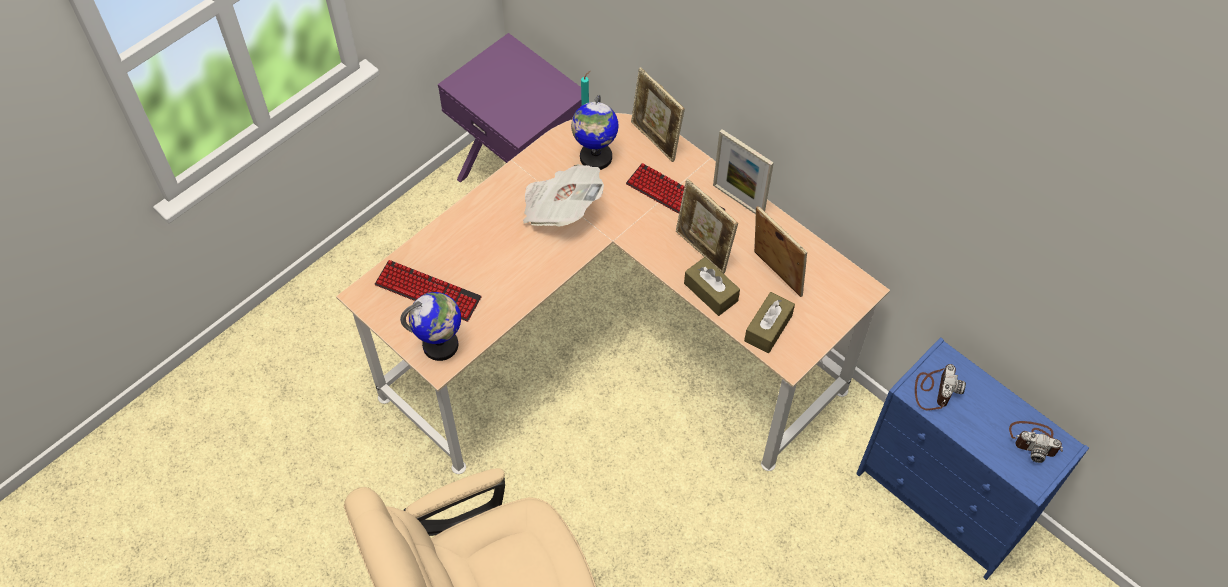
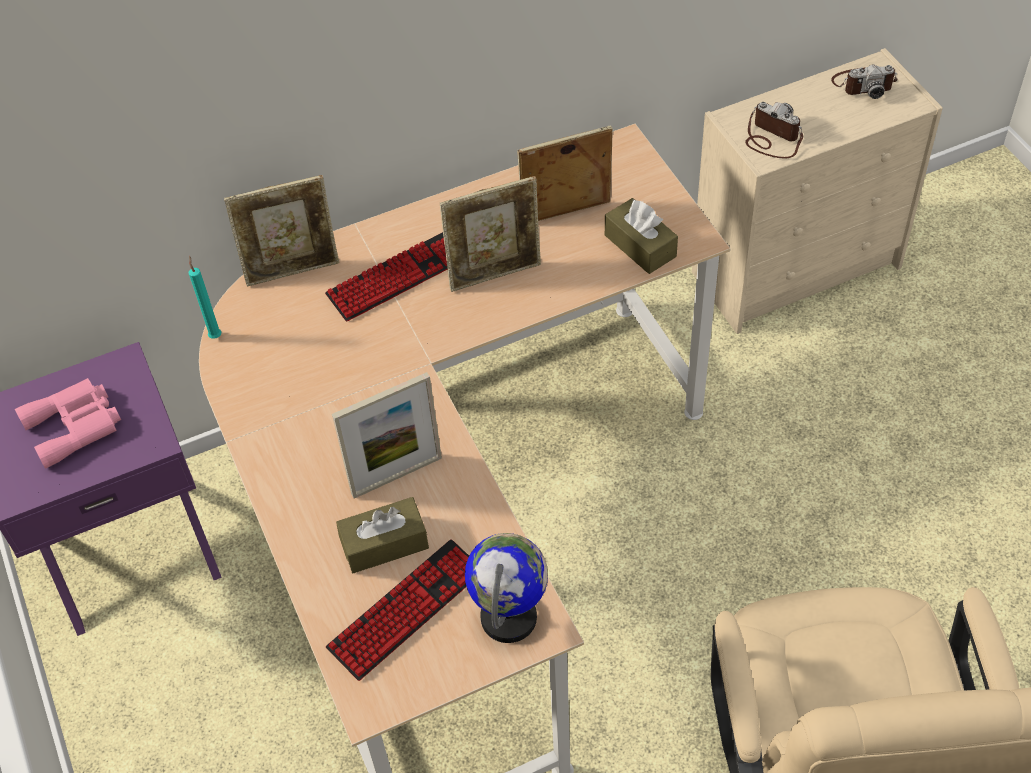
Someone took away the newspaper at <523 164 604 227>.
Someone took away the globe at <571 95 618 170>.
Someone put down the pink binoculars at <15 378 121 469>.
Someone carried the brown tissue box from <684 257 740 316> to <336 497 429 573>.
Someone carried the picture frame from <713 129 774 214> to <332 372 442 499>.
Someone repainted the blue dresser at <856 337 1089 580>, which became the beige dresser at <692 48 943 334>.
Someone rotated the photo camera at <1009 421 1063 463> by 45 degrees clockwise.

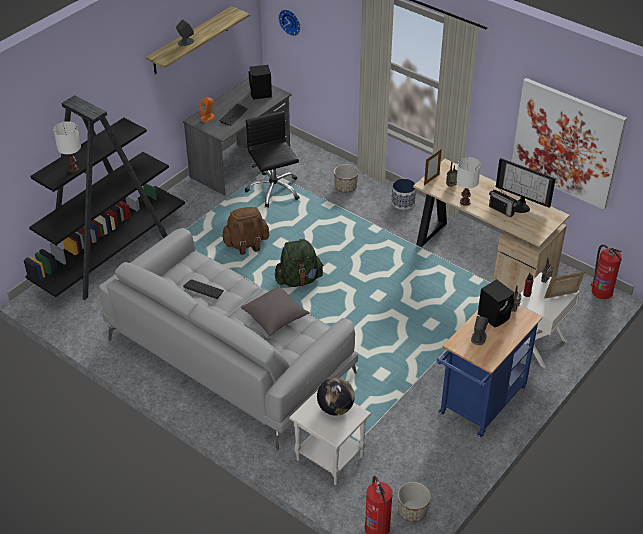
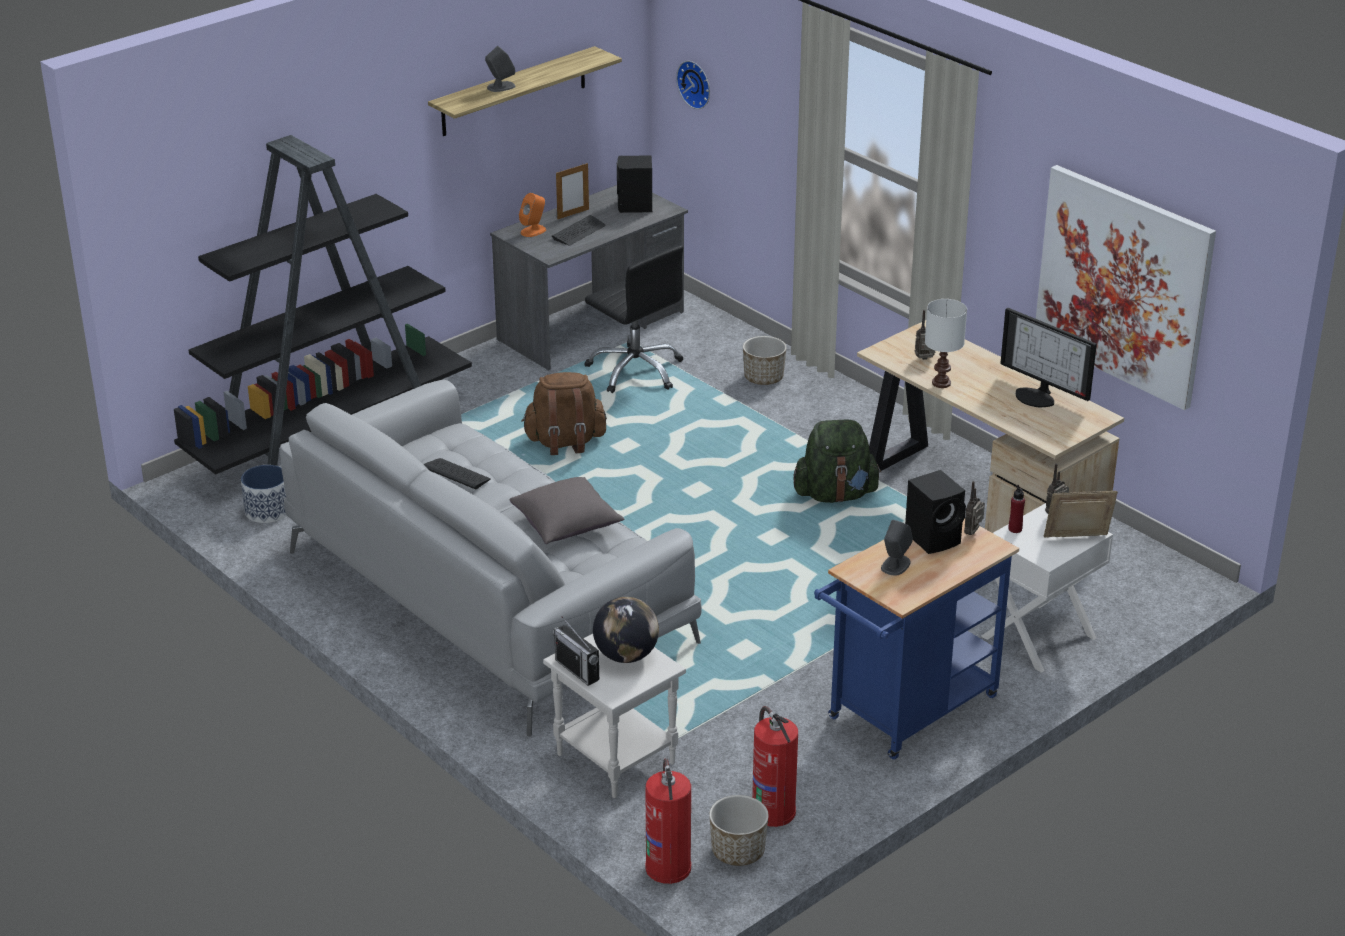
Someone took away the white table lamp at <53 121 81 173>.
Someone carried the green backpack from <275 239 324 287> to <793 420 881 503>.
Someone carried the planter from <391 179 416 210> to <241 465 287 523>.
Someone carried the picture frame from <424 149 442 185> to <556 163 589 219>.
Someone carried the radio from <489 187 517 217> to <553 617 599 686>.
Someone carried the fire extinguisher from <591 244 622 299> to <752 706 798 827>.
Someone rotated the black office chair at <245 111 300 208> by 150 degrees clockwise.

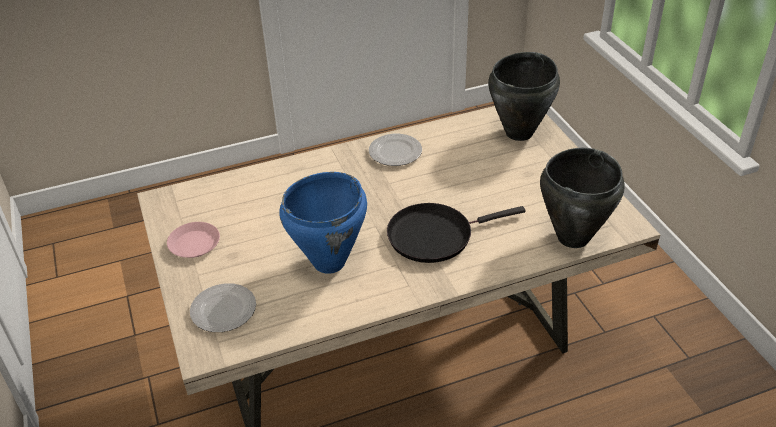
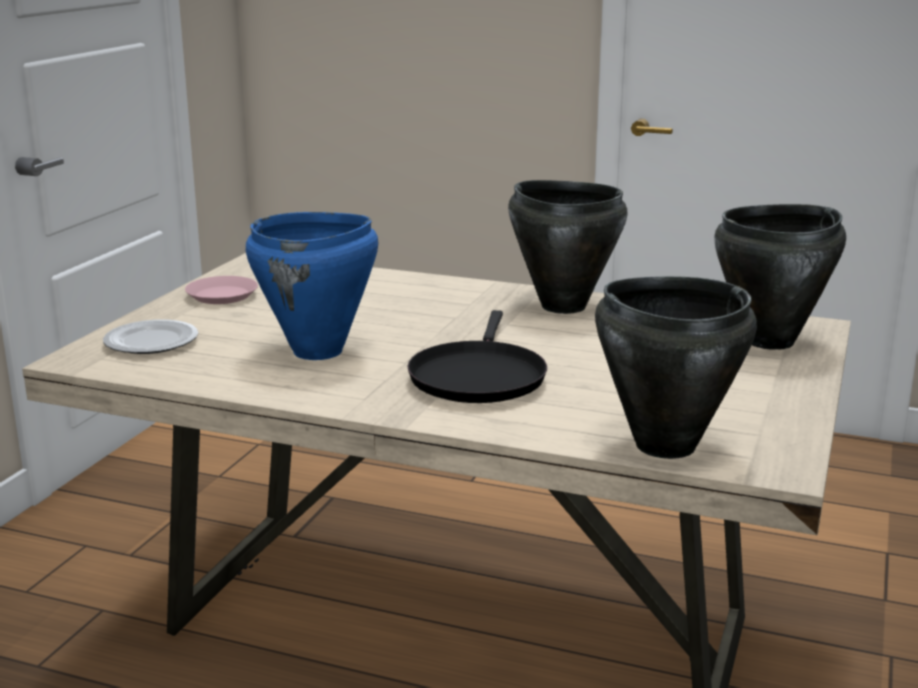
Someone swapped the plate at <369 134 422 166> for the black cooking pot at <508 180 627 314>.
Someone rotated the black frying pan at <387 203 526 263> by 105 degrees counterclockwise.

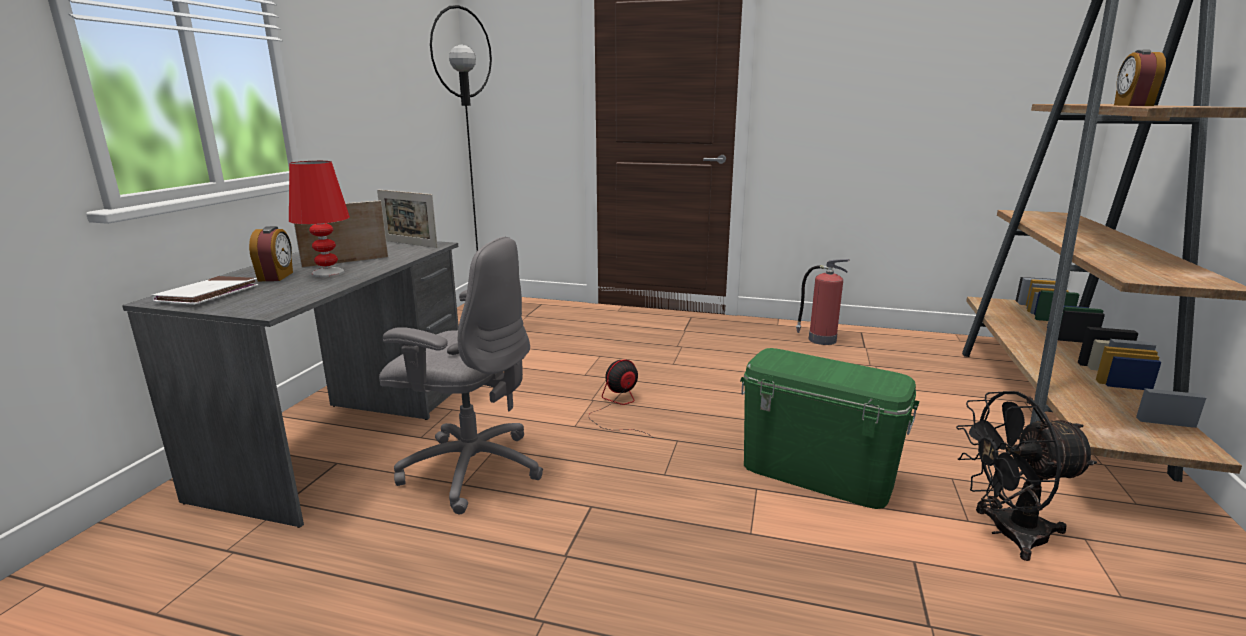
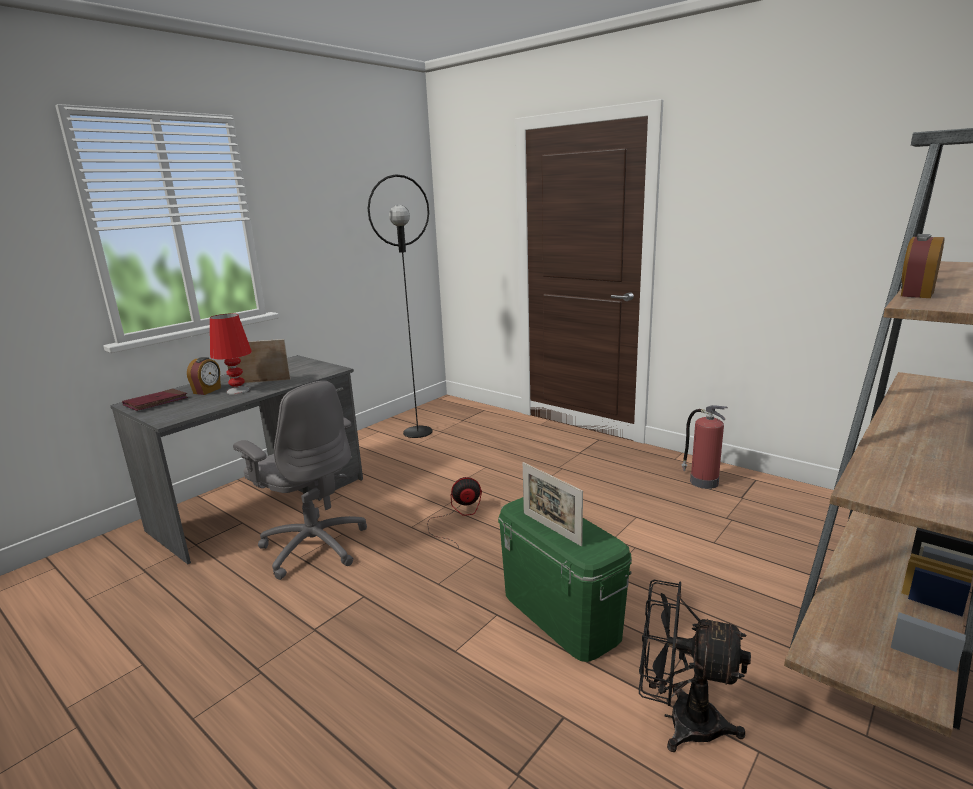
Someone carried the picture frame from <377 189 438 248> to <523 462 583 546>.
Someone repainted the white book at <152 276 258 305>, which became the red book at <122 389 188 411>.

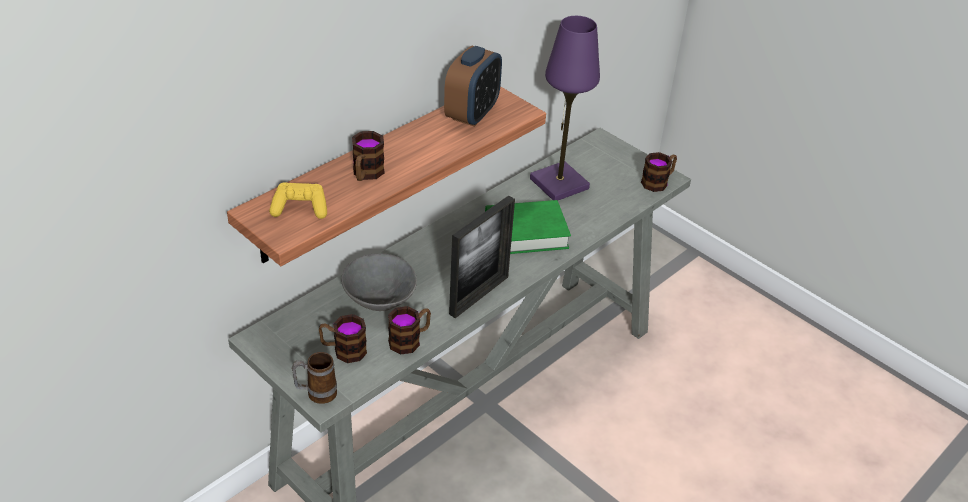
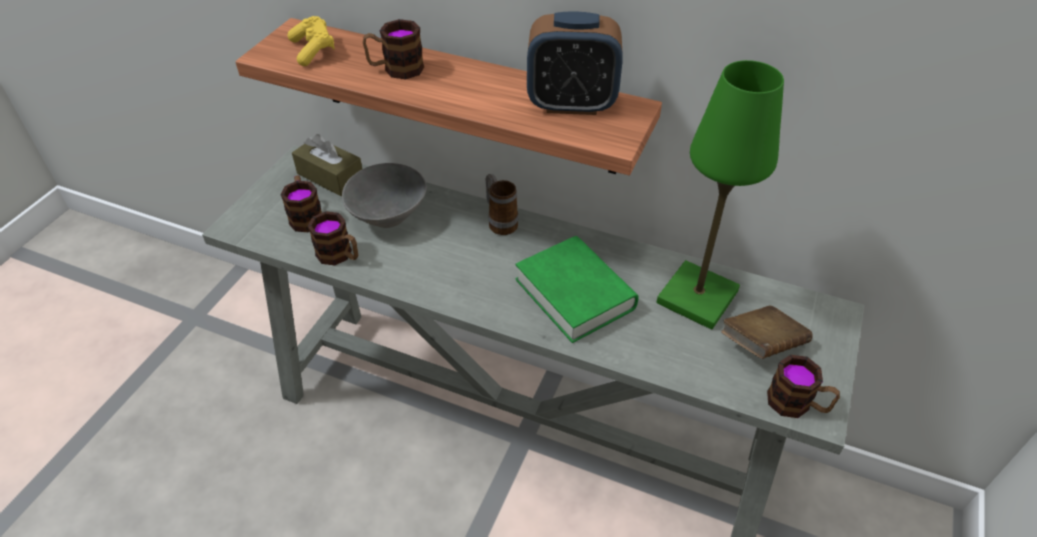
Someone took away the picture frame at <449 195 515 318>.
Someone put down the brown tissue box at <292 134 362 196>.
Someone put down the brown book at <721 306 812 359>.
Someone carried the mug from <292 352 337 404> to <485 174 518 235>.
Someone repainted the purple table lamp at <530 16 600 200>, which became the green table lamp at <656 60 784 330>.

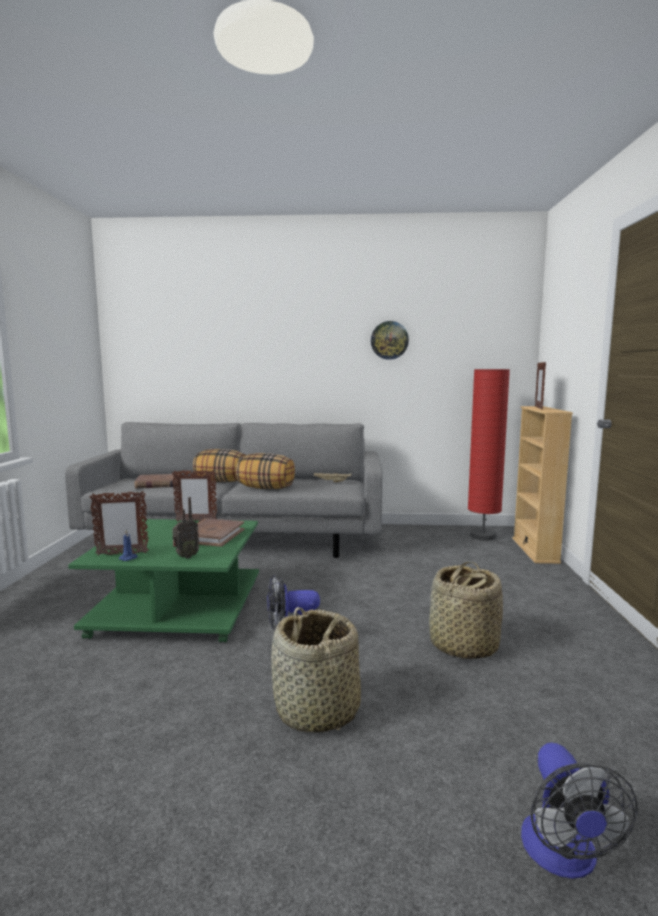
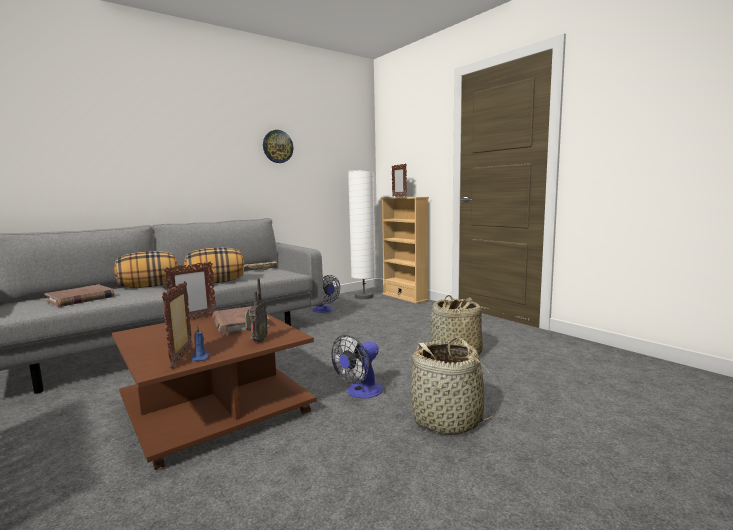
Someone carried the fan from <521 743 638 879> to <312 275 340 313>.
Someone repainted the green coffee table at <68 519 259 642>, which became the brown coffee table at <112 314 317 470>.
Someone repainted the red floor lamp at <468 369 510 541>, which became the white floor lamp at <348 170 376 299>.
Someone rotated the picture frame at <90 491 149 555> by 135 degrees clockwise.

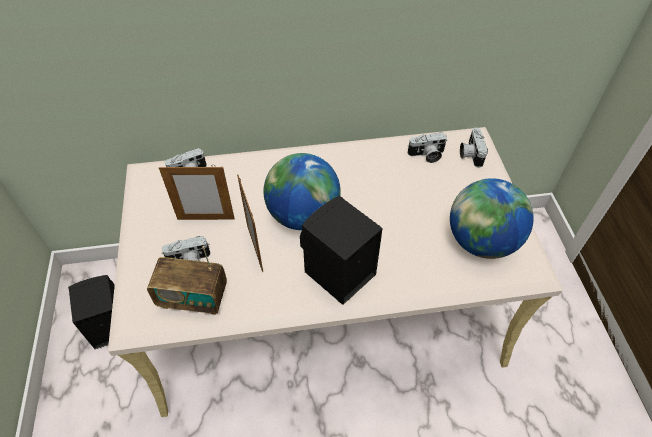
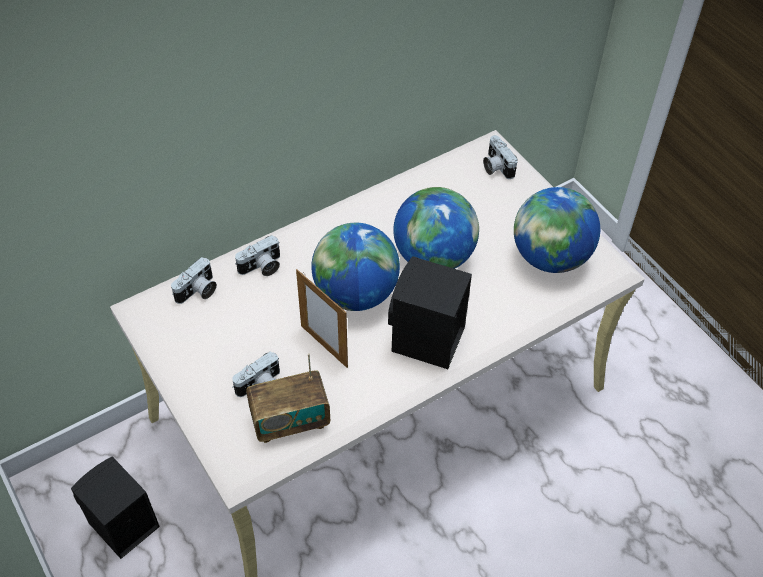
Someone took away the picture frame at <159 165 235 220>.
Someone put down the globe at <393 187 479 269>.
Someone carried the photo camera from <407 132 447 163> to <235 235 280 276>.

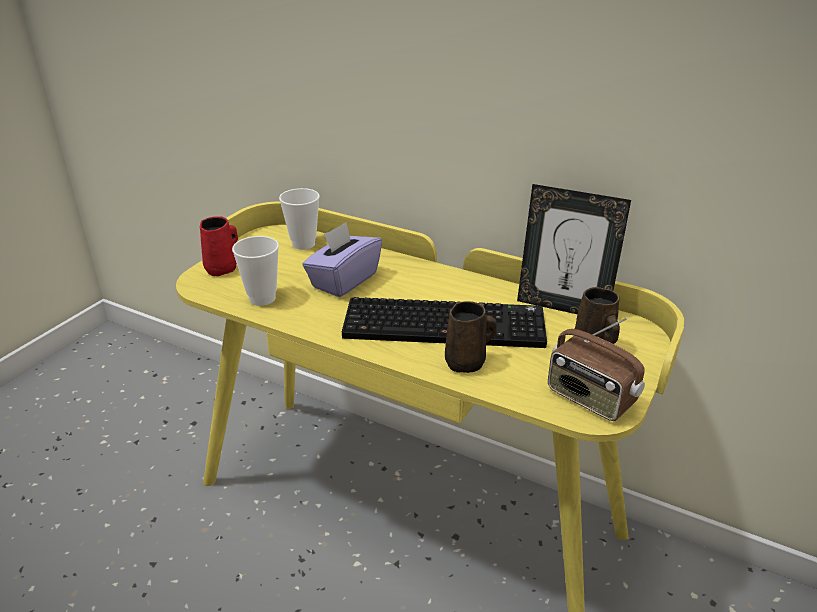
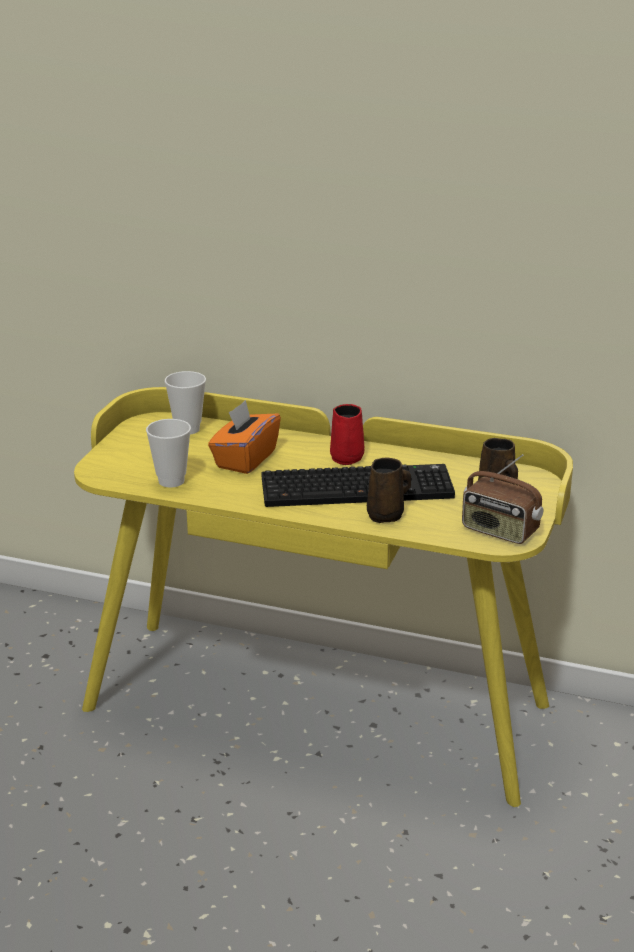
Someone took away the picture frame at <517 184 631 315>.
Someone carried the red mug from <200 217 238 276> to <330 404 364 465>.
Someone repainted the purple tissue box at <302 222 382 297>, which became the orange tissue box at <208 400 281 474>.

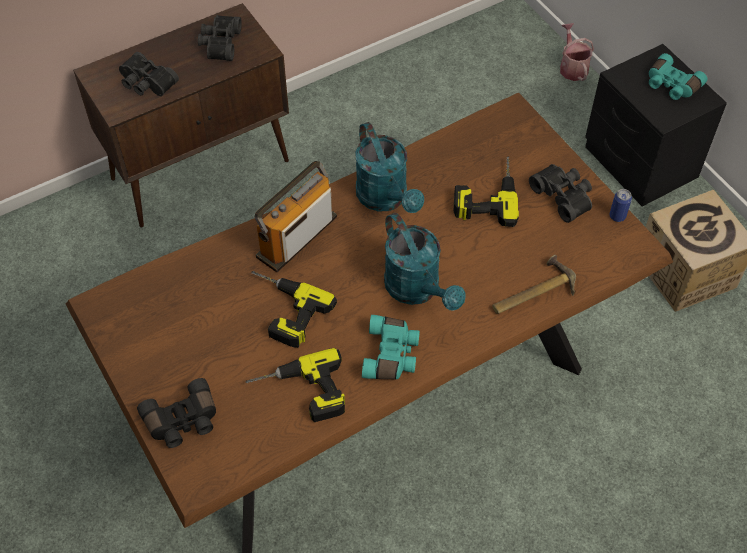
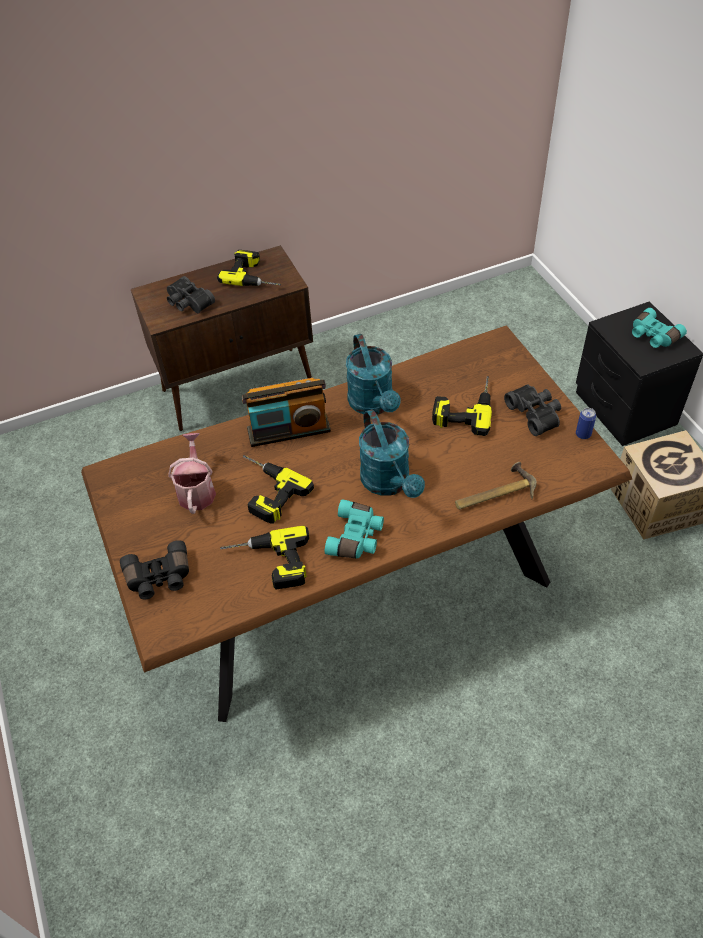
Someone carried the watering can from <560 23 594 81> to <168 433 216 514>.
Someone swapped the black binoculars at <198 15 242 61> for the power drill at <217 250 281 286>.
Someone rotated the radio at <255 161 337 272> by 150 degrees counterclockwise.

